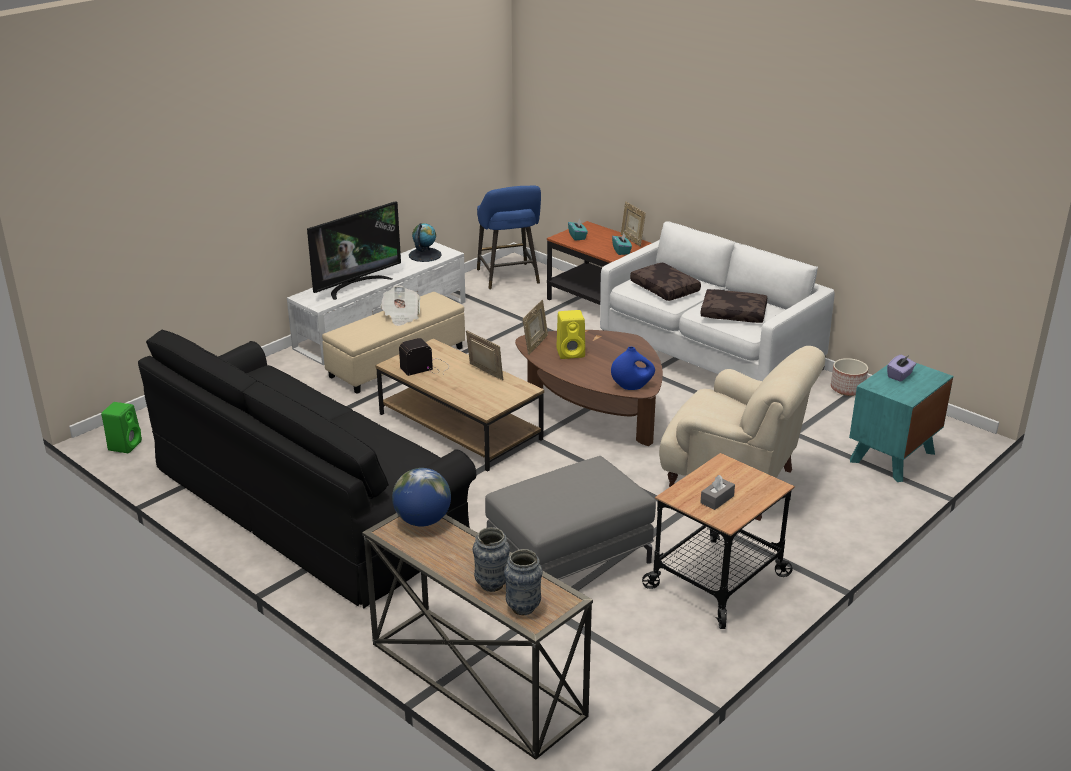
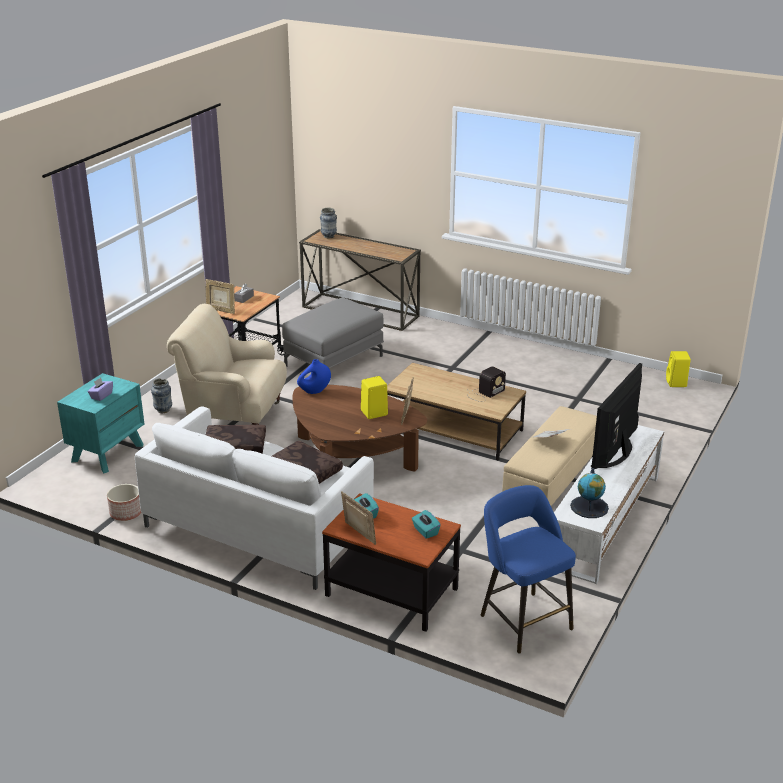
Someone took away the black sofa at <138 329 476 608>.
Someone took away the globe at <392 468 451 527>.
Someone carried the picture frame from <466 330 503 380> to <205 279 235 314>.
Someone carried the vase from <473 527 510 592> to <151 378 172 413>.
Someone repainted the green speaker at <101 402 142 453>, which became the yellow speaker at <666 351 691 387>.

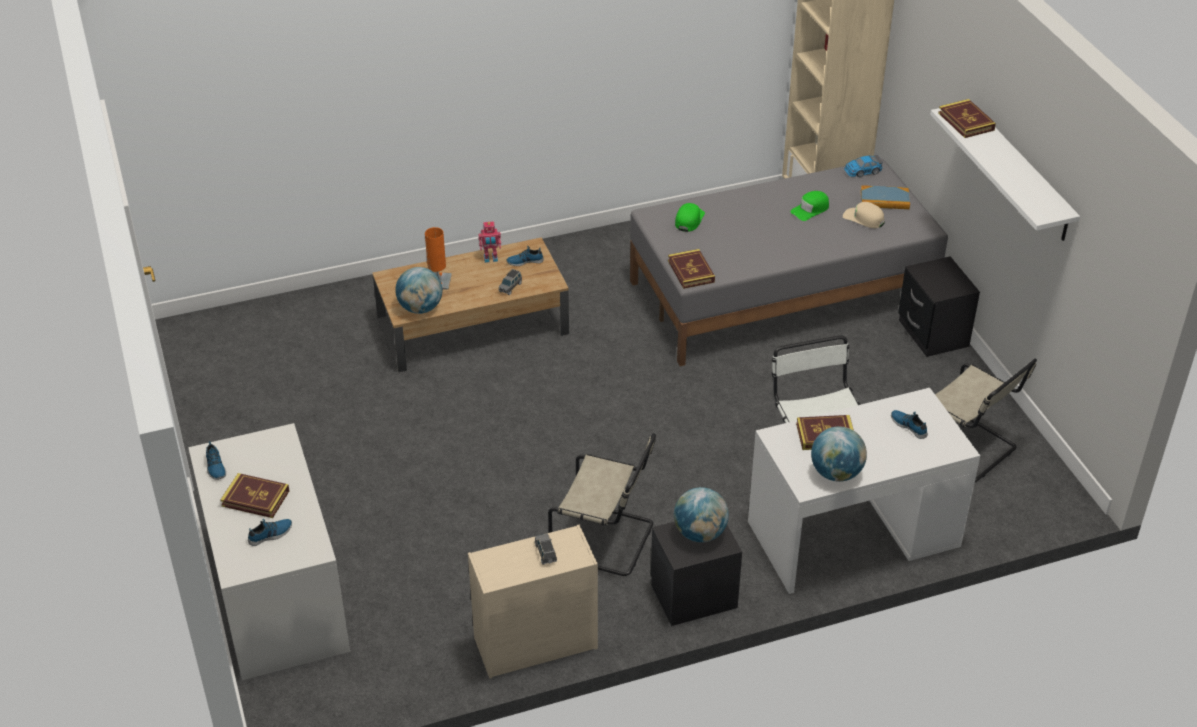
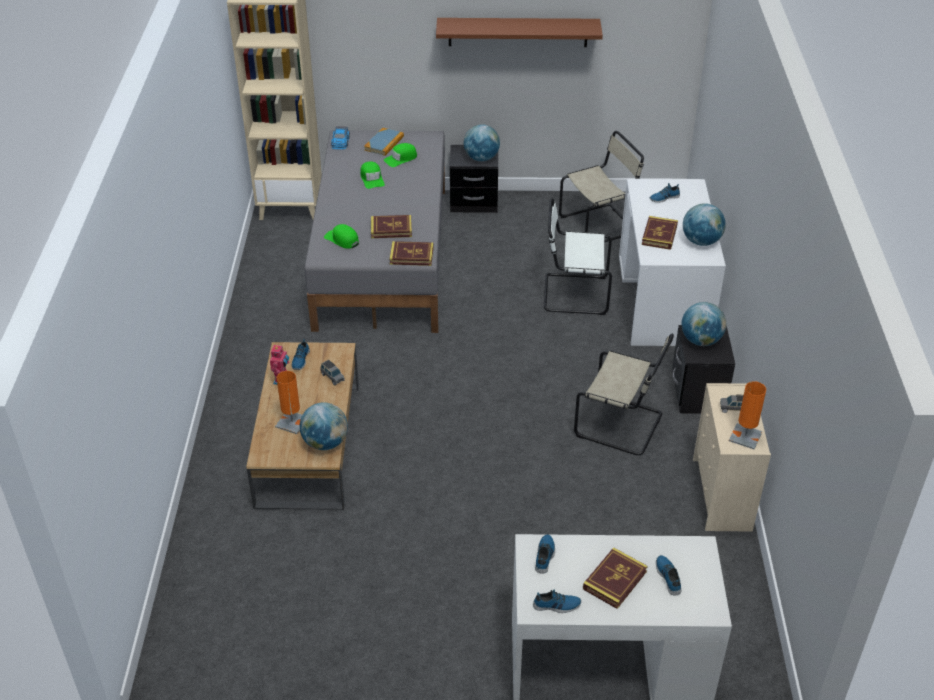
Someone put down the globe at <464 124 500 161>.
Someone put down the shoe at <535 534 555 574>.
Someone put down the orange table lamp at <729 381 766 449>.
Someone carried the book from <938 99 996 138> to <371 215 412 238>.
Someone repainted the beige cap at <843 202 885 228>, which became the green cap at <384 143 417 167>.
Someone repainted the white shelf at <930 108 1080 241>, which became the brown shelf at <436 18 603 47>.
Someone rotated the beige chair at <548 433 656 576> by 75 degrees clockwise.

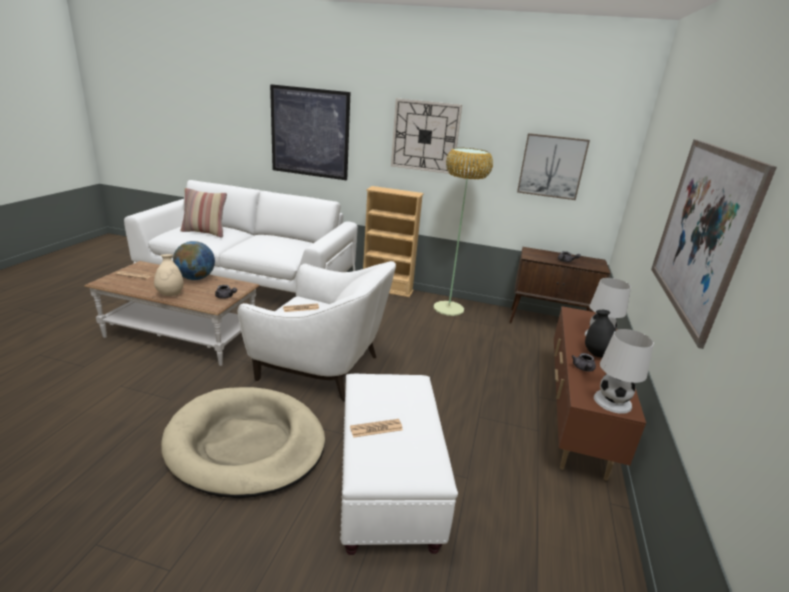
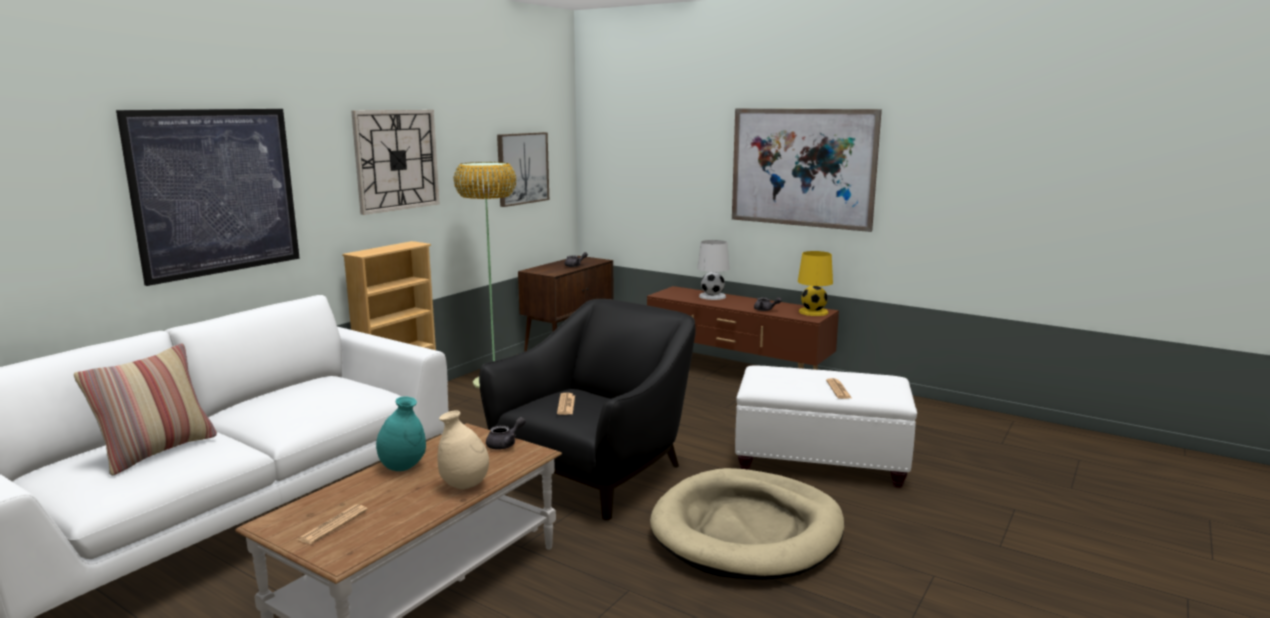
Someone took away the black vase at <585 310 616 358>.
Someone swapped the globe at <173 241 215 280> for the turquoise vase at <376 396 426 471>.
Someone repainted the white armchair at <238 261 396 401>, which became the black armchair at <479 299 696 520>.
Someone repainted the white table lamp at <594 329 654 414>, which became the yellow table lamp at <798 251 833 316>.

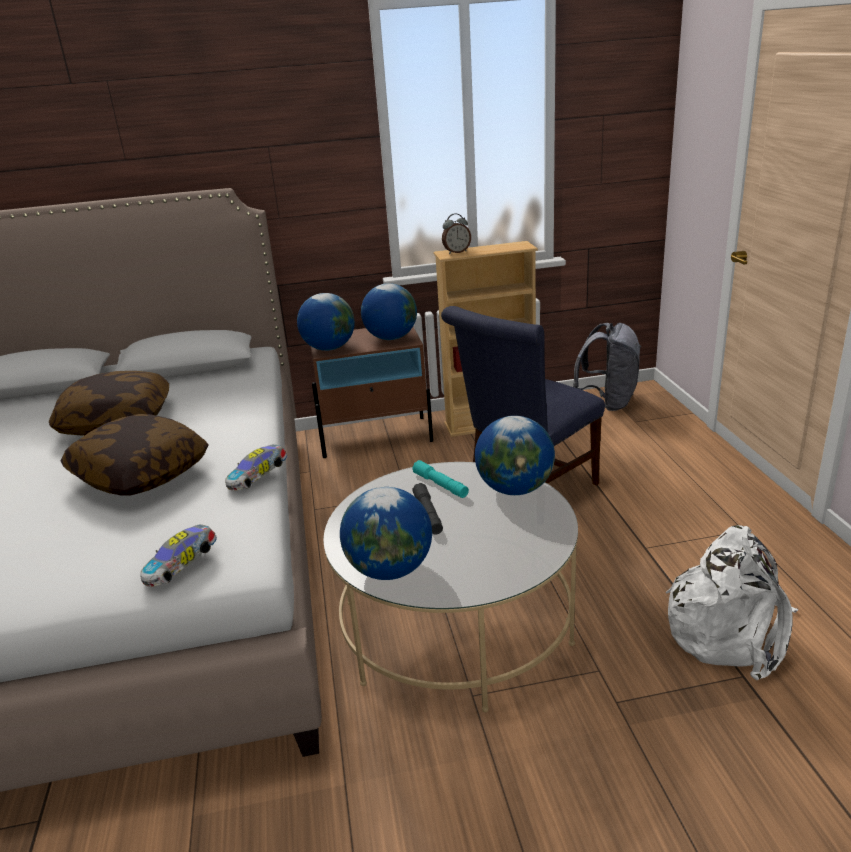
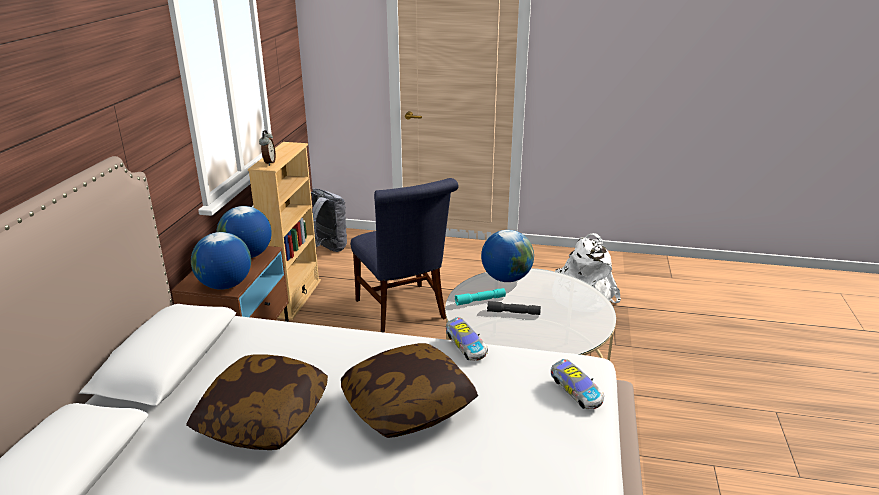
Someone took away the globe at <340 487 432 580>.

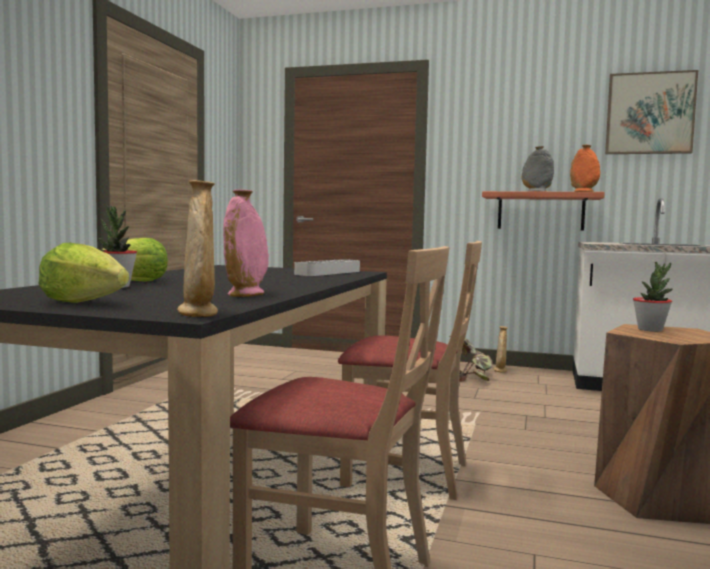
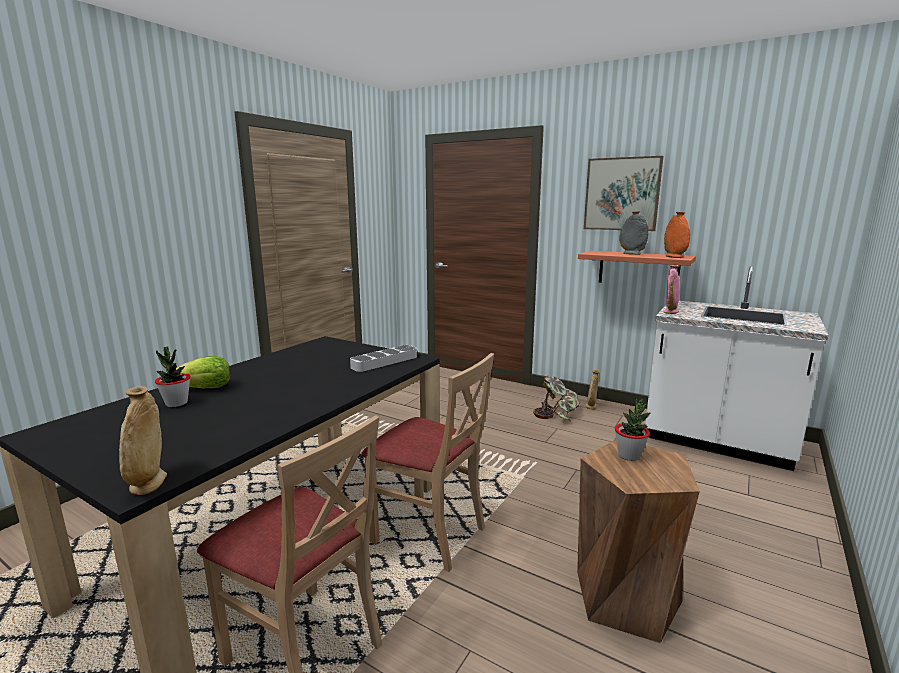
Someone took away the lettuce at <38 243 129 303>.
Someone carried the pink vase from <223 189 269 297> to <663 265 680 314>.
Someone carried the picture from <605 70 698 154> to <584 156 664 231>.

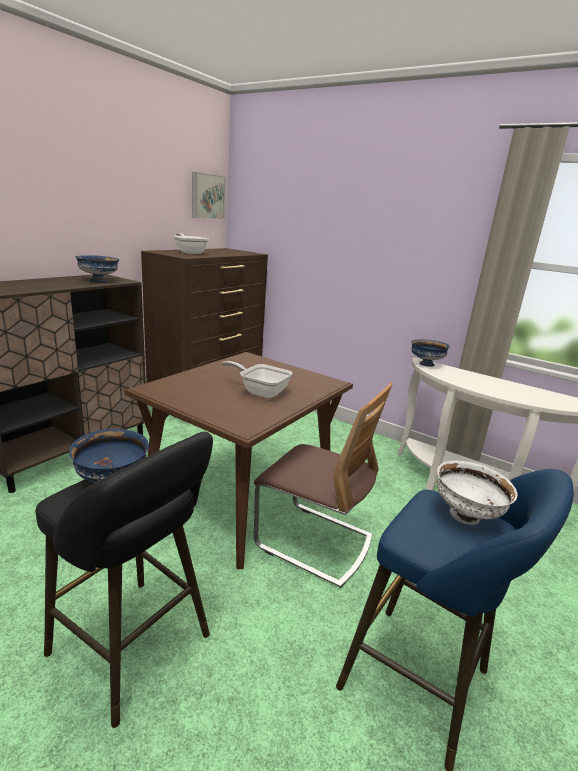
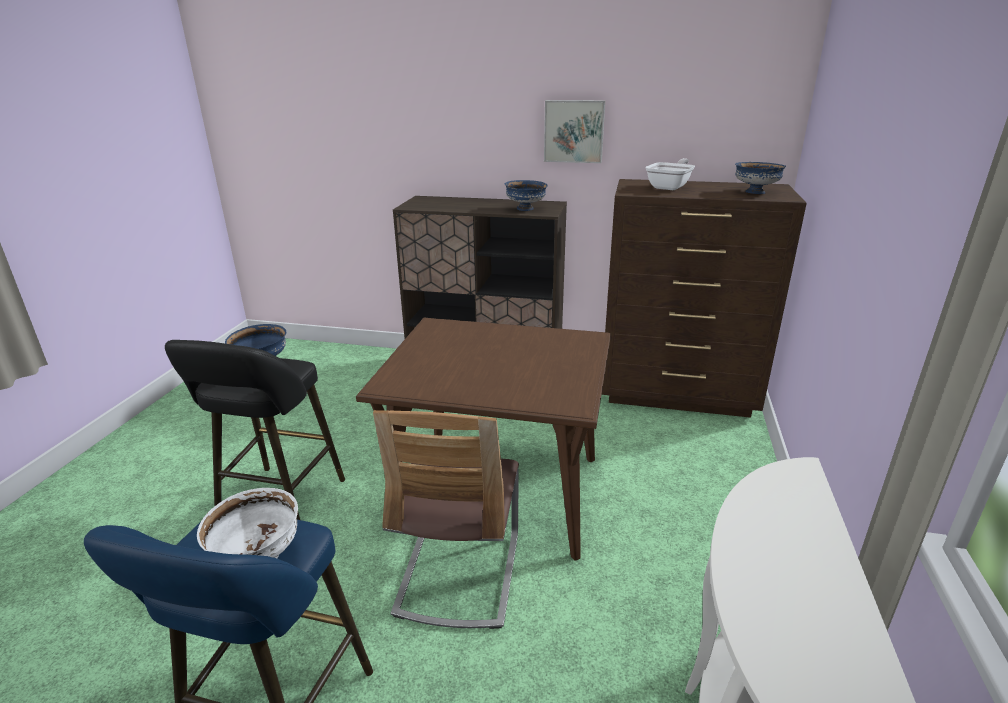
Someone took away the frying pan at <222 361 293 398>.
Someone carried the picture from <192 172 225 220> to <544 100 605 163>.
Someone carried the blue bowl from <411 339 450 367> to <735 162 786 194>.

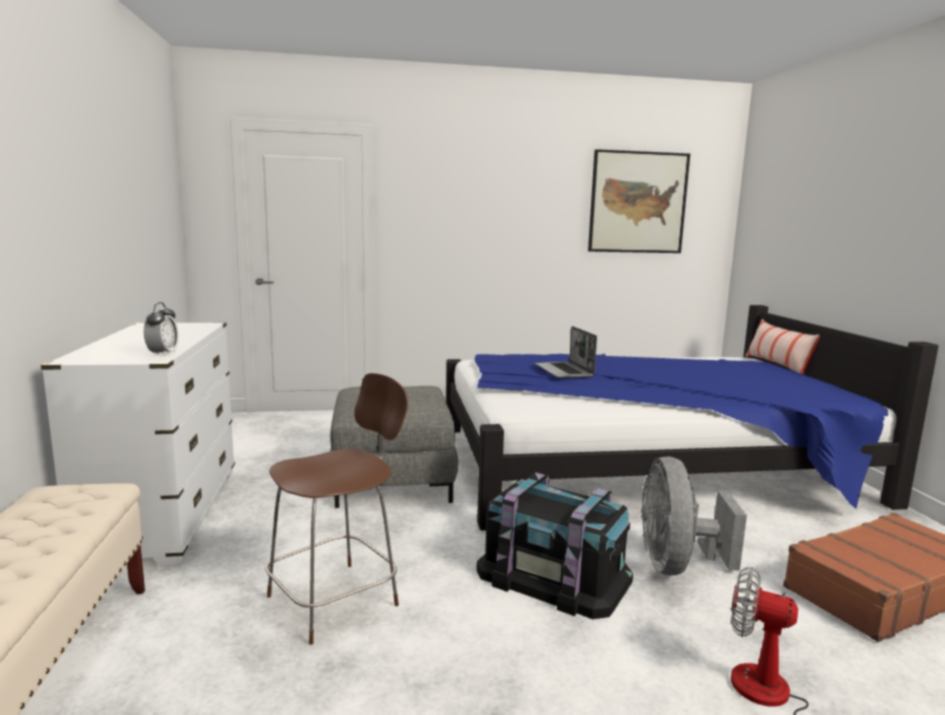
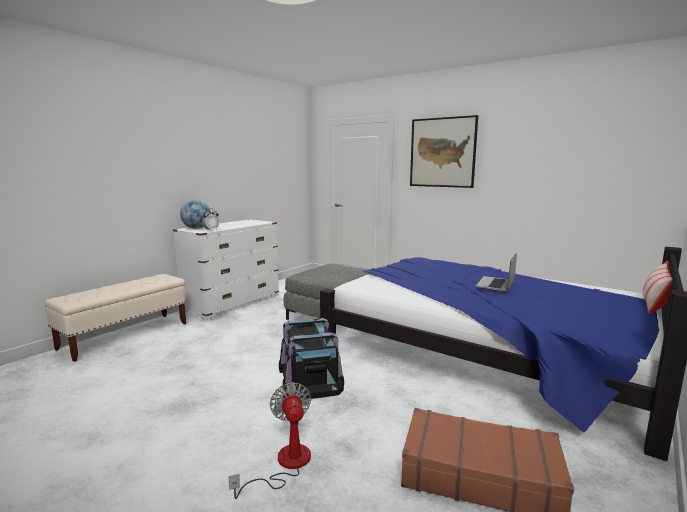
Someone took away the brown chair at <265 373 408 645>.
Someone took away the grey fan at <641 456 747 576>.
Someone put down the globe at <180 199 211 229>.
Someone carried the laptop from <535 326 597 378> to <475 253 517 292>.
Someone carried the picture from <588 149 690 253> to <410 115 478 188>.

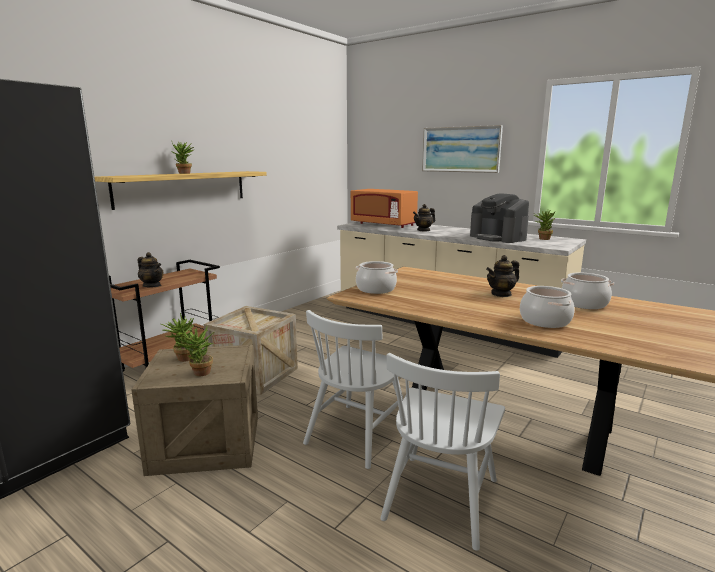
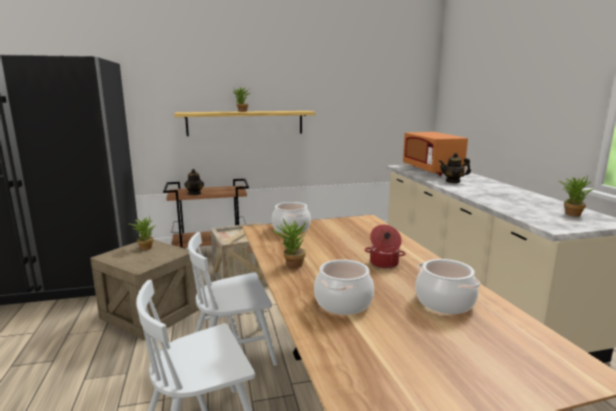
Someone took away the picture at <422 125 503 173>.
Someone took away the coffee machine at <470 193 529 243>.
Someone carried the potted plant from <176 326 214 376> to <273 218 306 268>.
Someone swapped the teapot at <486 255 519 297> for the cooking pot at <365 225 406 268>.

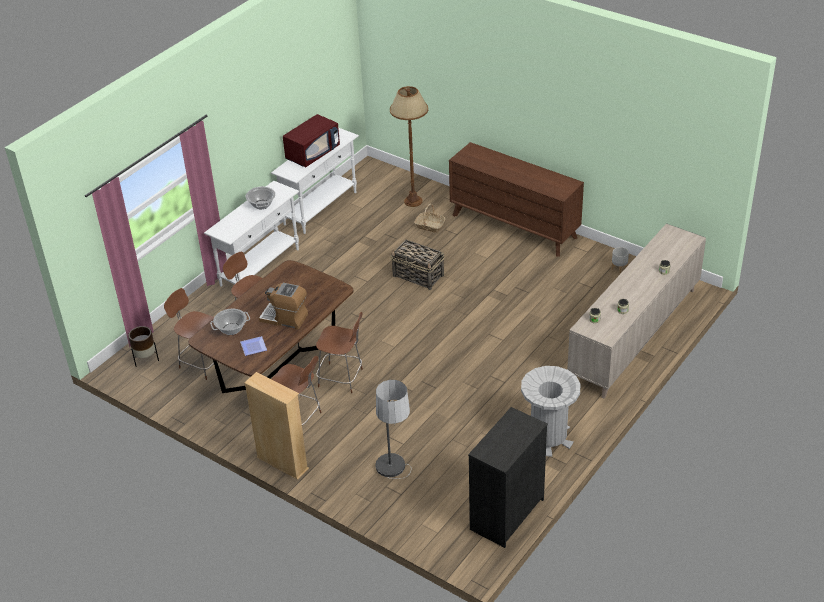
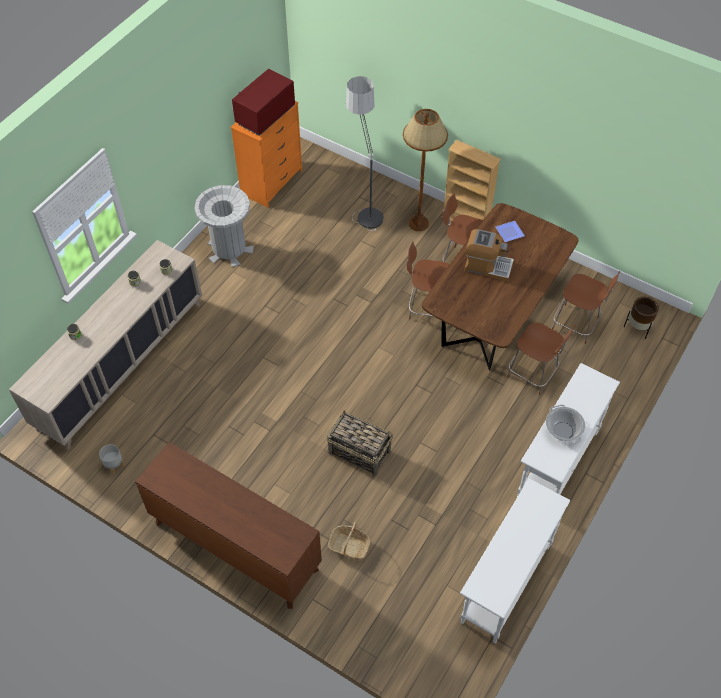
Someone took away the cooking pot at <210 309 250 335>.
Someone carried the red microwave from <283 114 340 167> to <232 69 295 136>.
Someone carried the brown floor lamp from <390 86 428 207> to <403 109 448 231>.
Someone repainted the black dresser at <468 407 548 548>, which became the orange dresser at <231 101 302 207>.

